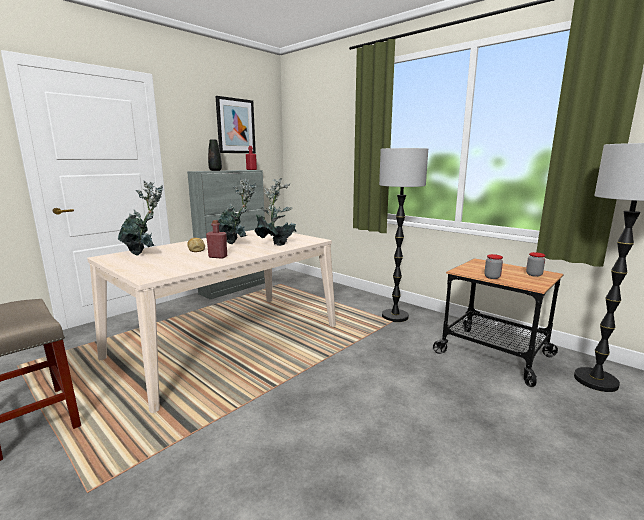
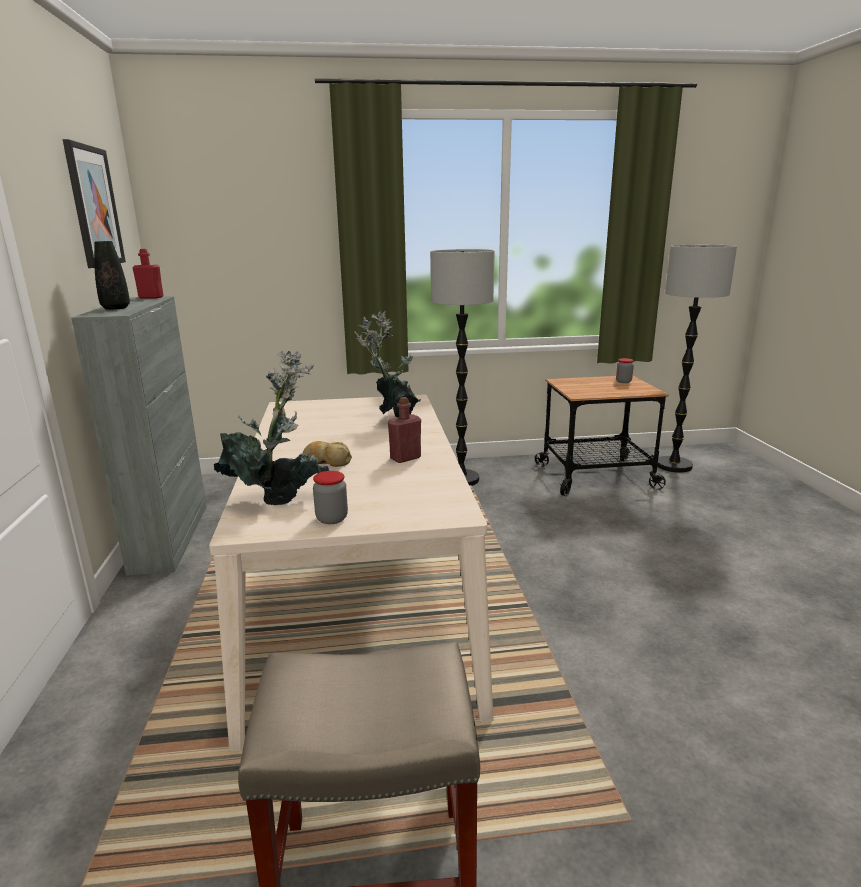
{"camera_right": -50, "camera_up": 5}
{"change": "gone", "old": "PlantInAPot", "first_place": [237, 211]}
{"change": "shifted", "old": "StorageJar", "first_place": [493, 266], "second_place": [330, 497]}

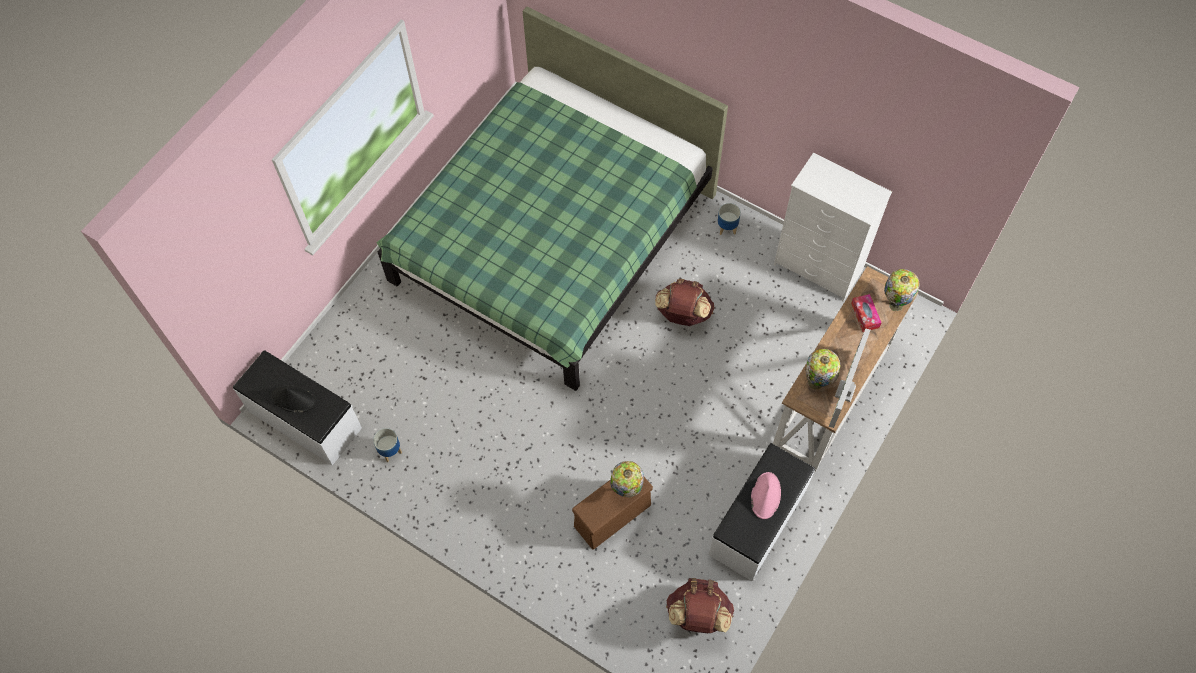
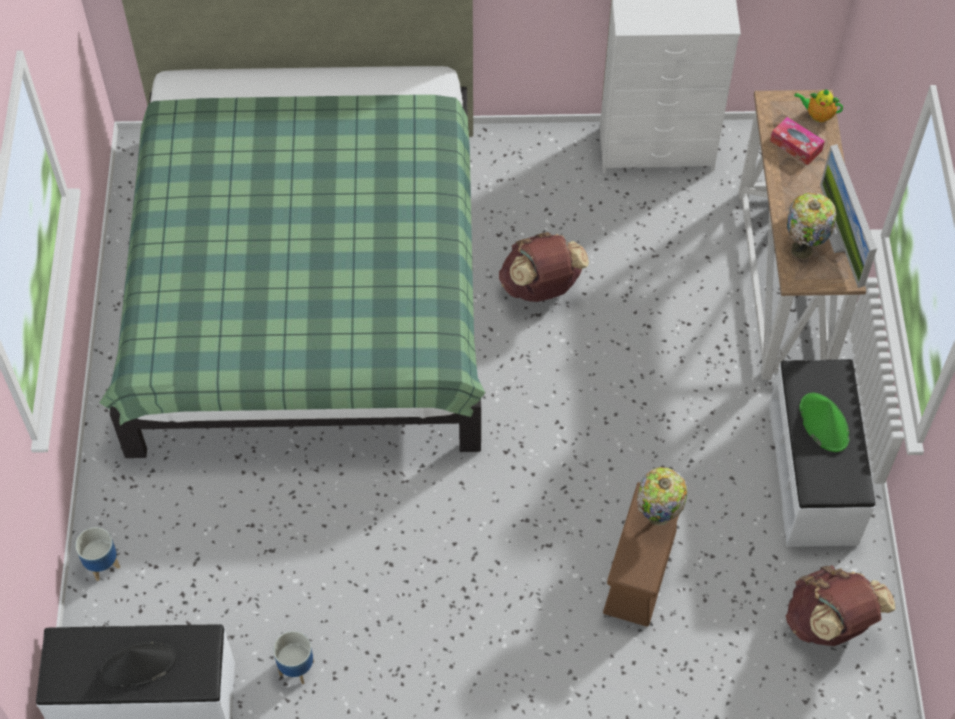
{"camera_right": -35, "camera_up": -5}
{"change": "shifted", "old": "Planter", "first_place": [729, 219], "second_place": [97, 554]}
{"change": "swapped", "old": "LampForATable", "new": "Teapot", "first_place": [902, 290], "second_place": [818, 105]}
{"change": "repainted", "old": "PinkColouredWearableHat", "new": "GreenWearableHat", "first_place": [766, 495], "second_place": [824, 422]}

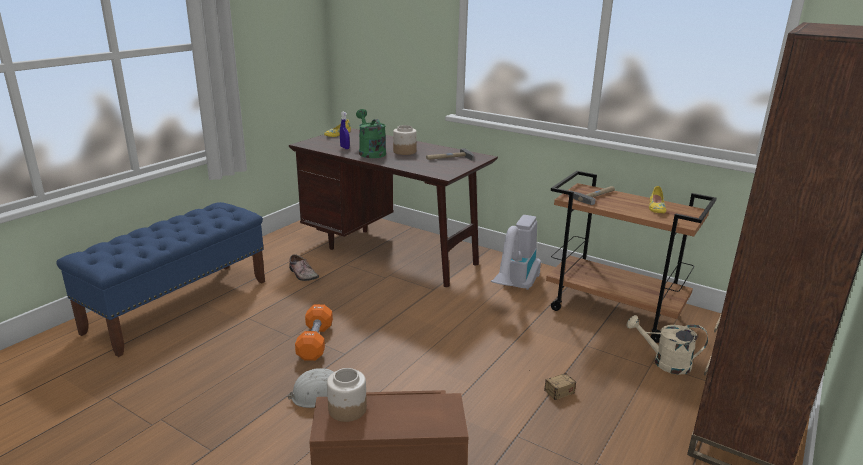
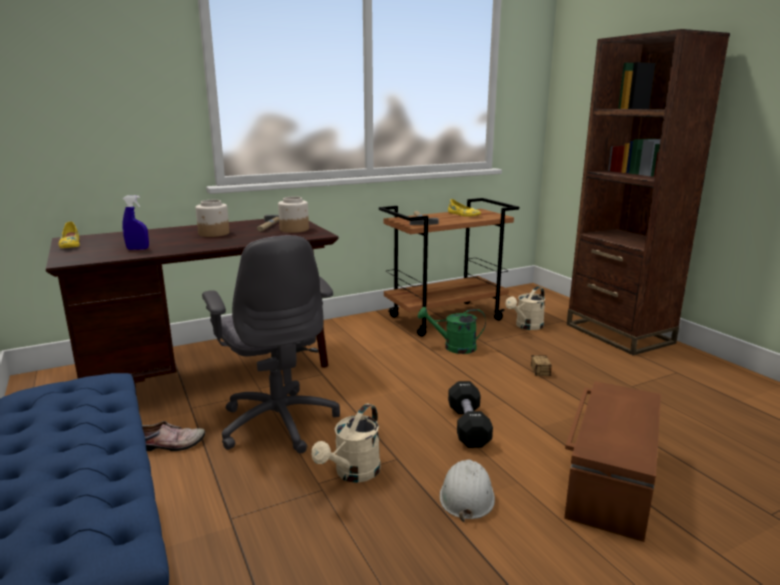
{"camera_right": -60, "camera_up": -5}
{"change": "shifted", "old": "GreenWateringCan", "first_place": [371, 133], "second_place": [452, 330]}
{"change": "gone", "old": "Hoover", "first_place": [516, 252]}
{"change": "swapped", "old": "OrangeyDumbbell", "new": "BeigeWateringCan", "first_place": [314, 332], "second_place": [346, 443]}
{"change": "shifted", "old": "StorageJar", "first_place": [347, 395], "second_place": [293, 215]}
{"change": "new", "new": "GreyishComputerChair", "second_place": [271, 344]}
{"change": "new", "new": "BlackDumbbell", "second_place": [470, 414]}

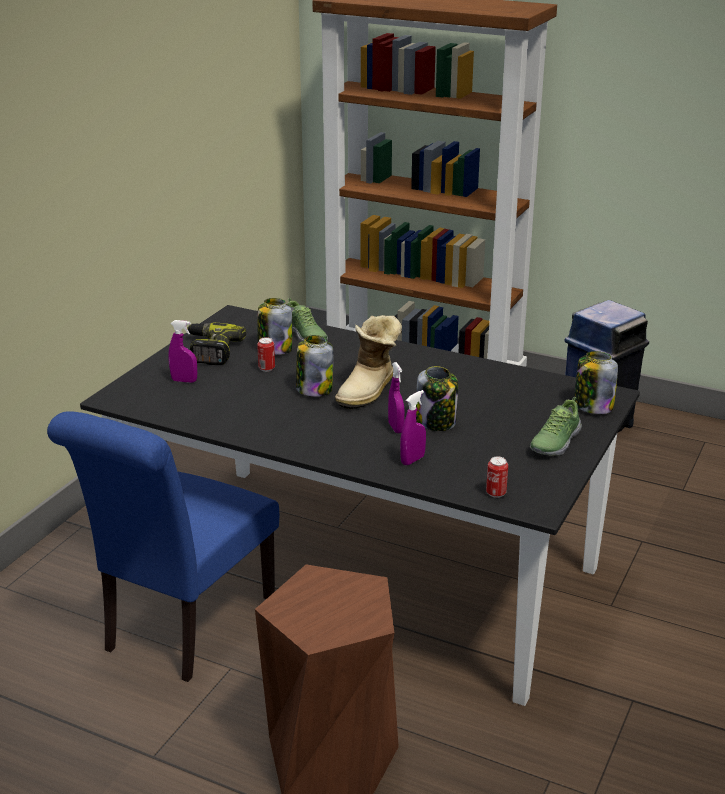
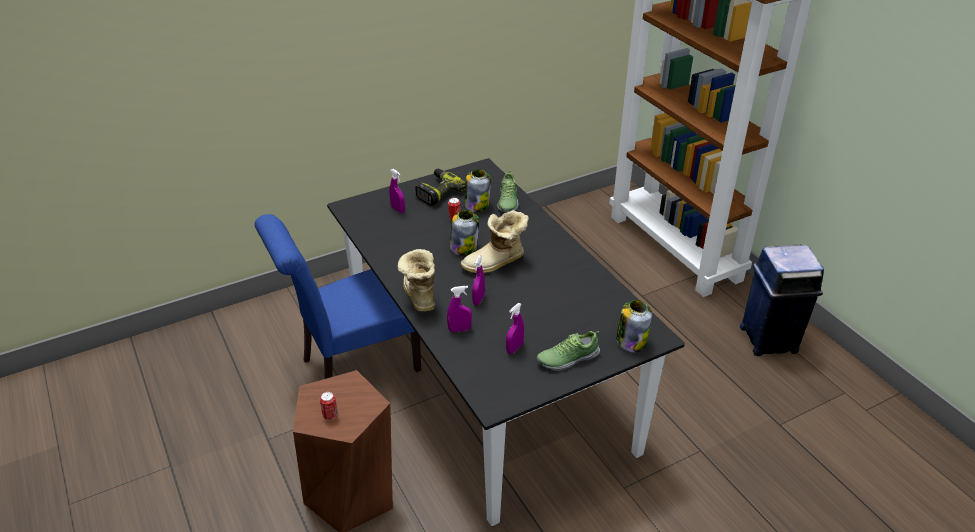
{"camera_right": 35, "camera_up": 10}
{"change": "gone", "old": "StorageJar", "first_place": [437, 398]}
{"change": "shifted", "old": "MetalCan", "first_place": [497, 477], "second_place": [329, 406]}
{"change": "new", "new": "TallBoot", "second_place": [416, 280]}
{"change": "new", "new": "PurpleHandSprayer", "second_place": [515, 328]}

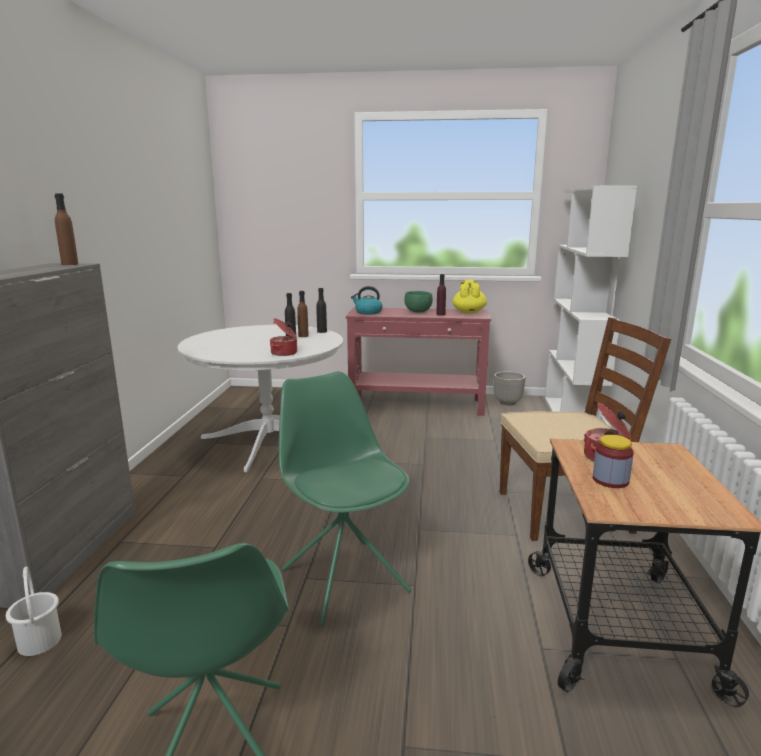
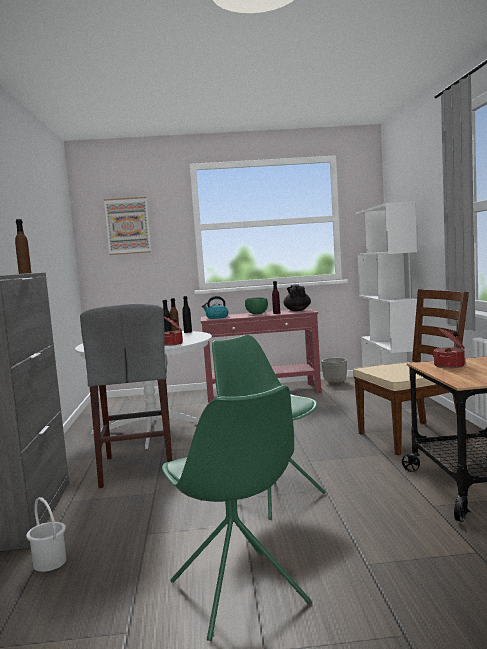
{"camera_right": -10, "camera_up": -10}
{"change": "repainted", "old": "YellowishTeapot", "new": "BlackTeapot", "first_place": [470, 296], "second_place": [297, 297]}
{"change": "gone", "old": "StorageJar", "first_place": [613, 461]}
{"change": "new", "new": "Picture", "second_place": [127, 226]}
{"change": "new", "new": "GreyishStool", "second_place": [126, 396]}

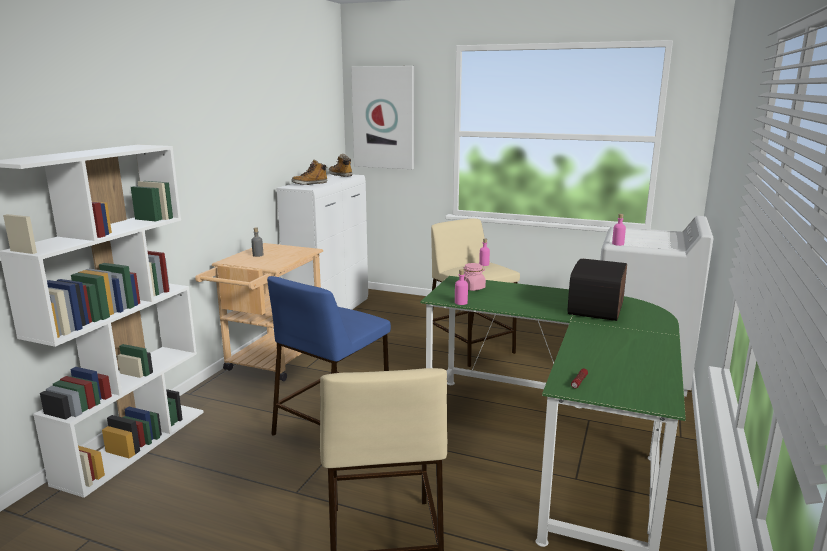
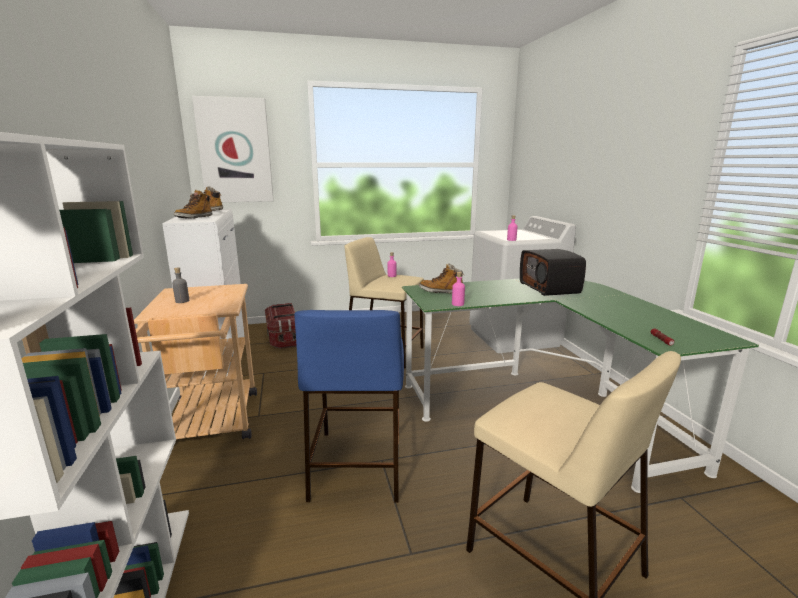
{"camera_right": -35, "camera_up": 0}
{"change": "swapped", "old": "PinkColouredStorageJar", "new": "TallBoot", "first_place": [475, 277], "second_place": [442, 278]}
{"change": "new", "new": "StorageContainer", "second_place": [281, 326]}

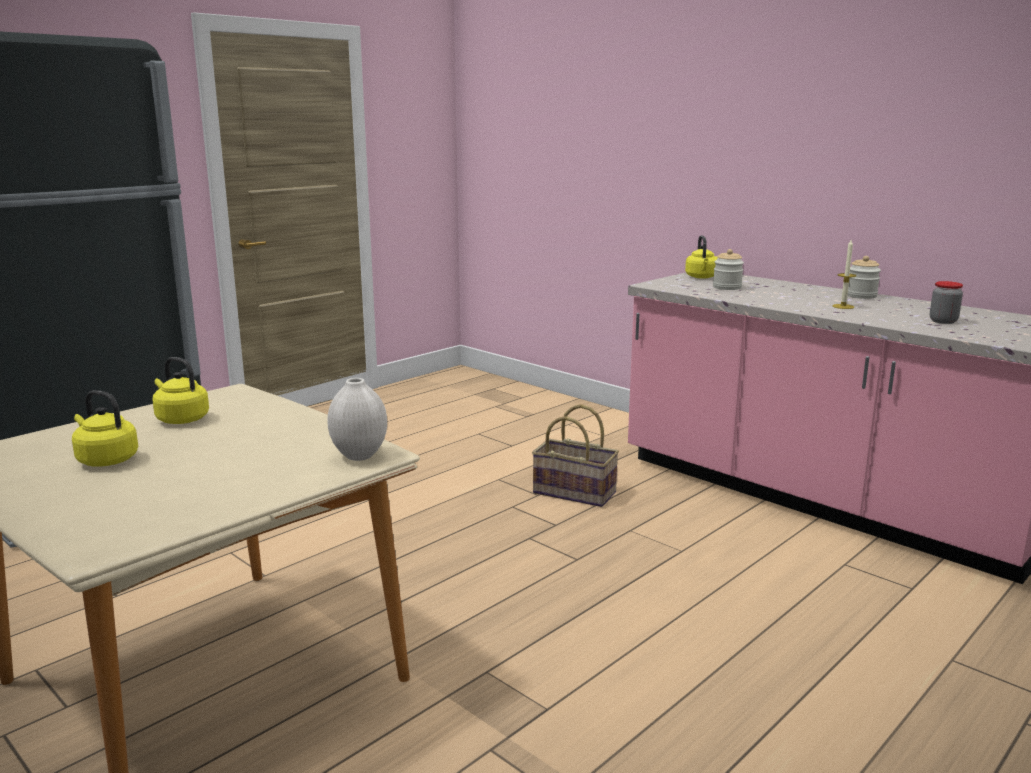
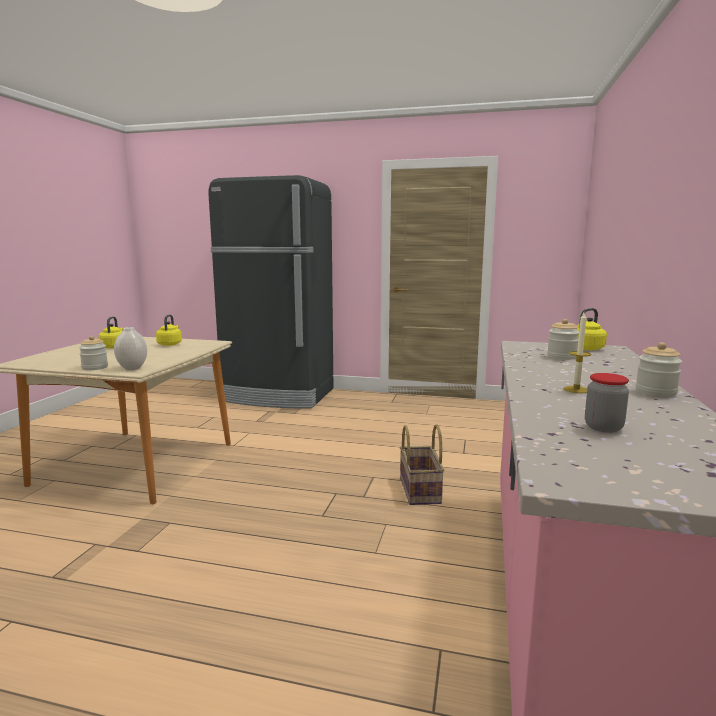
{"camera_right": 60, "camera_up": -5}
{"change": "new", "new": "StorageJar", "second_place": [93, 353]}

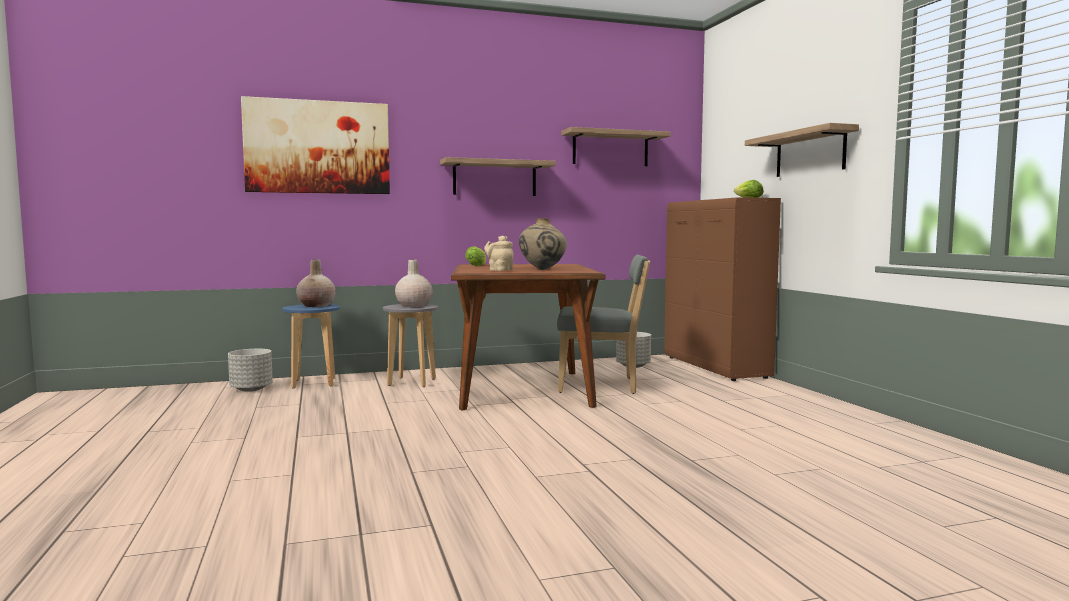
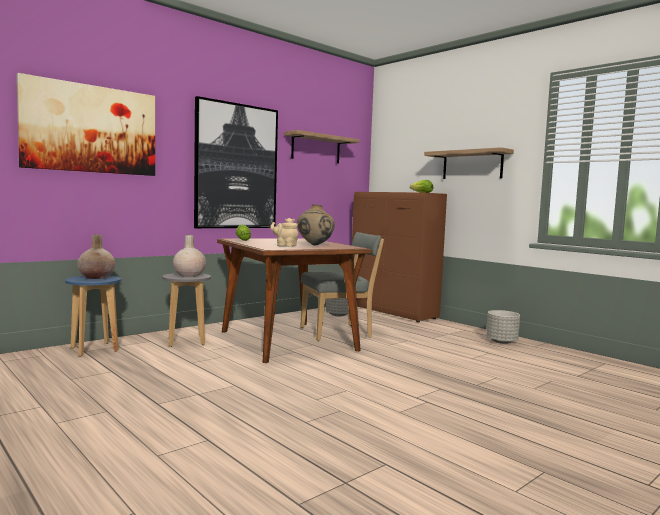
{"camera_right": -25, "camera_up": 0}
{"change": "swapped", "old": "BracketShelf", "new": "Picture", "first_place": [498, 176], "second_place": [236, 162]}
{"change": "shifted", "old": "GreyishPlanter", "first_place": [250, 370], "second_place": [503, 327]}

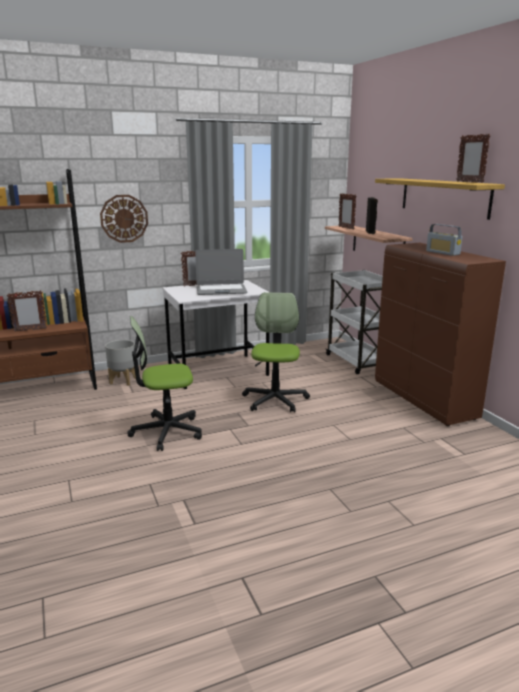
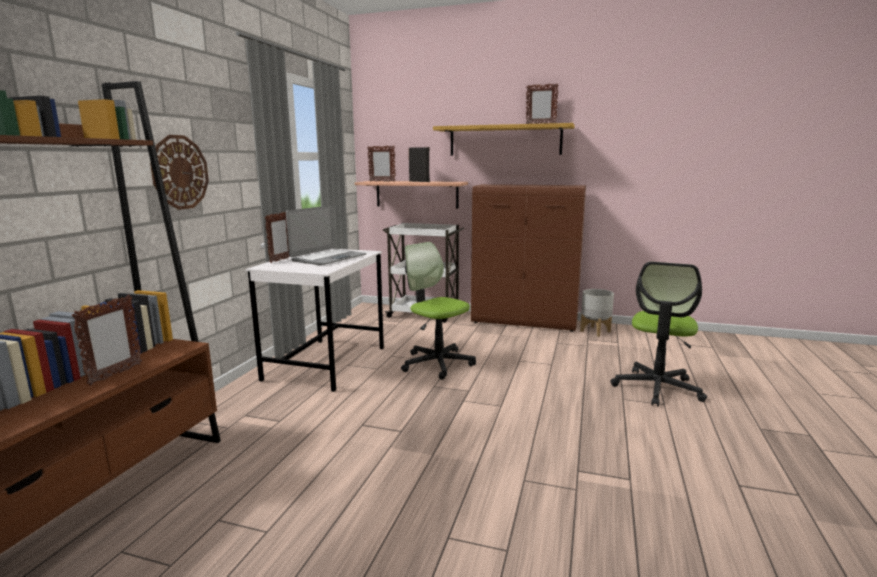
{"camera_right": -50, "camera_up": -5}
{"change": "gone", "old": "RadioReceiver", "first_place": [444, 240]}
{"change": "shifted", "old": "ComputerChair", "first_place": [164, 383], "second_place": [659, 334]}
{"change": "shifted", "old": "GreyishPlanter", "first_place": [120, 363], "second_place": [597, 313]}

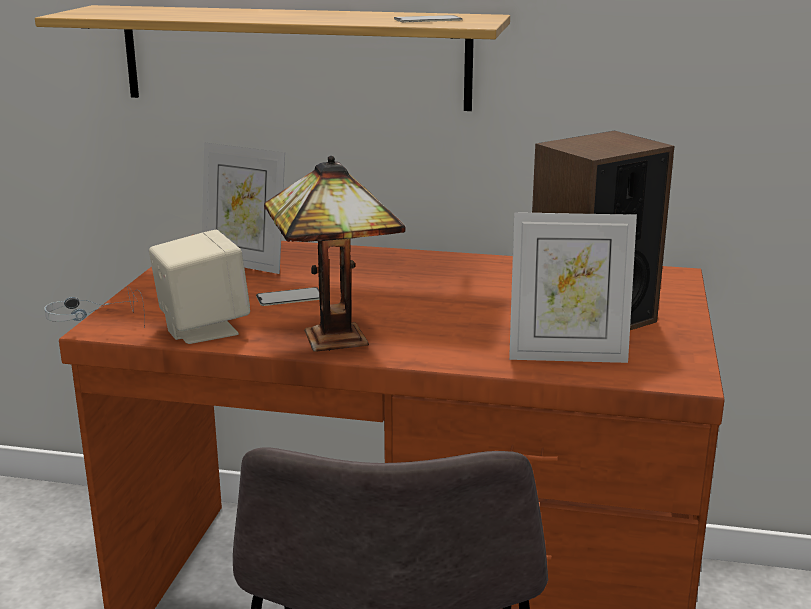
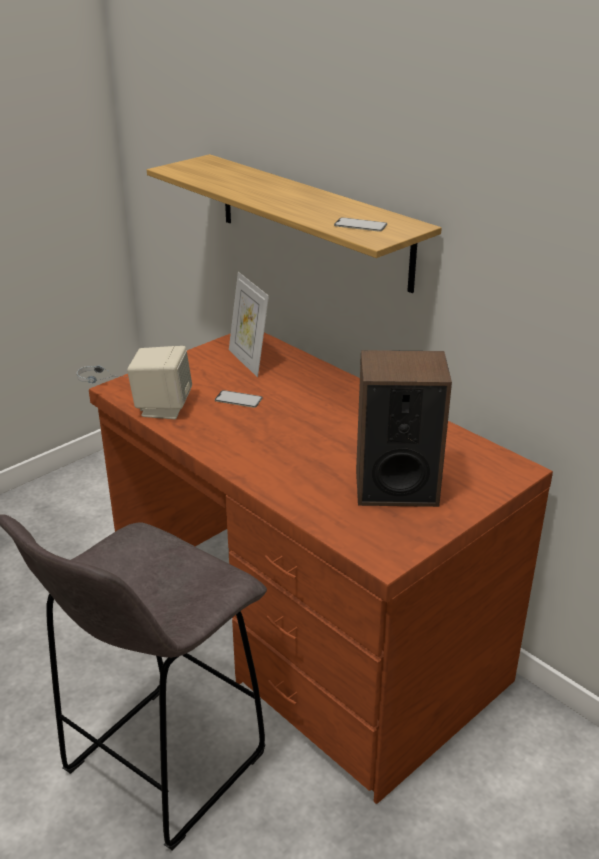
{"camera_right": 35, "camera_up": 10}
{"change": "gone", "old": "LampForATable", "first_place": [335, 254]}
{"change": "gone", "old": "StandingFrame", "first_place": [573, 287]}

